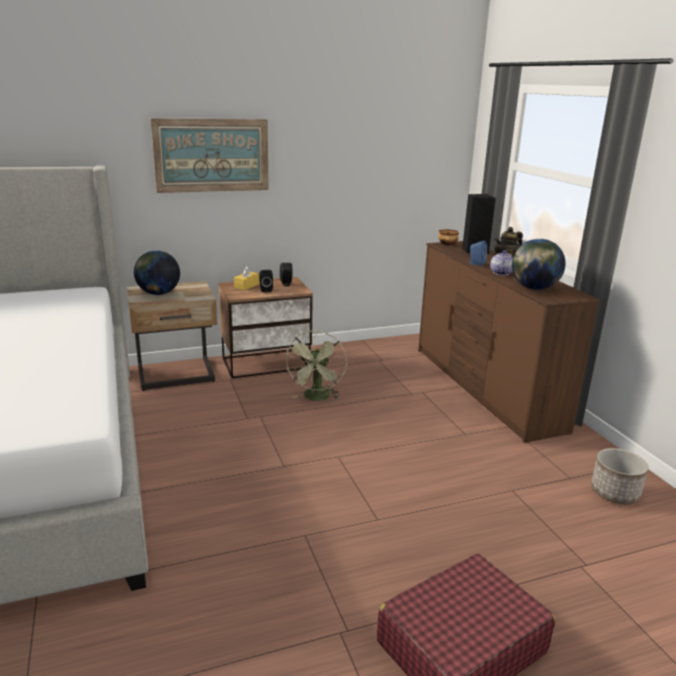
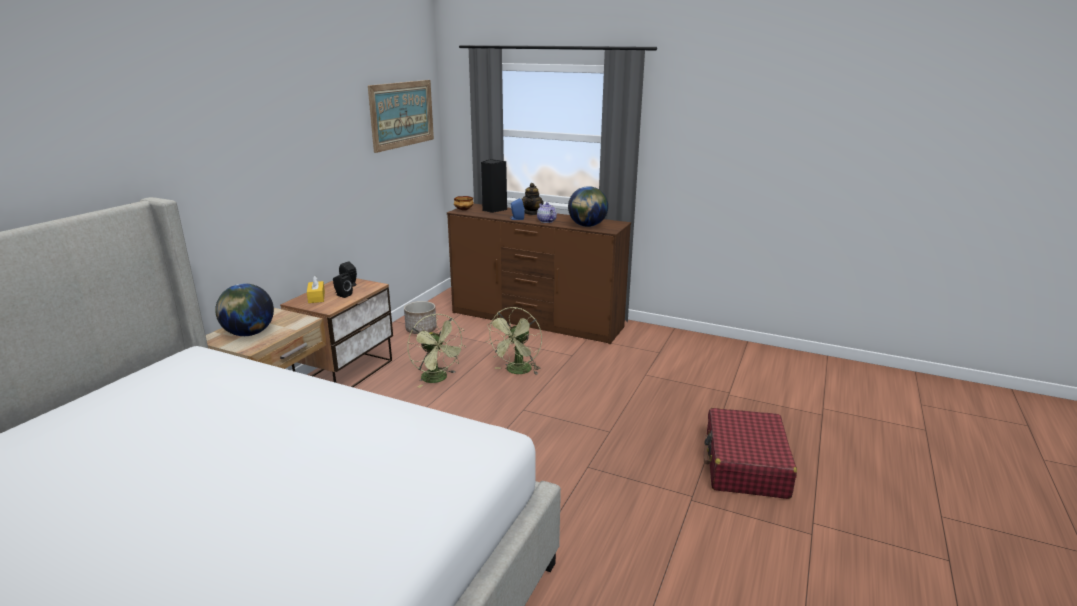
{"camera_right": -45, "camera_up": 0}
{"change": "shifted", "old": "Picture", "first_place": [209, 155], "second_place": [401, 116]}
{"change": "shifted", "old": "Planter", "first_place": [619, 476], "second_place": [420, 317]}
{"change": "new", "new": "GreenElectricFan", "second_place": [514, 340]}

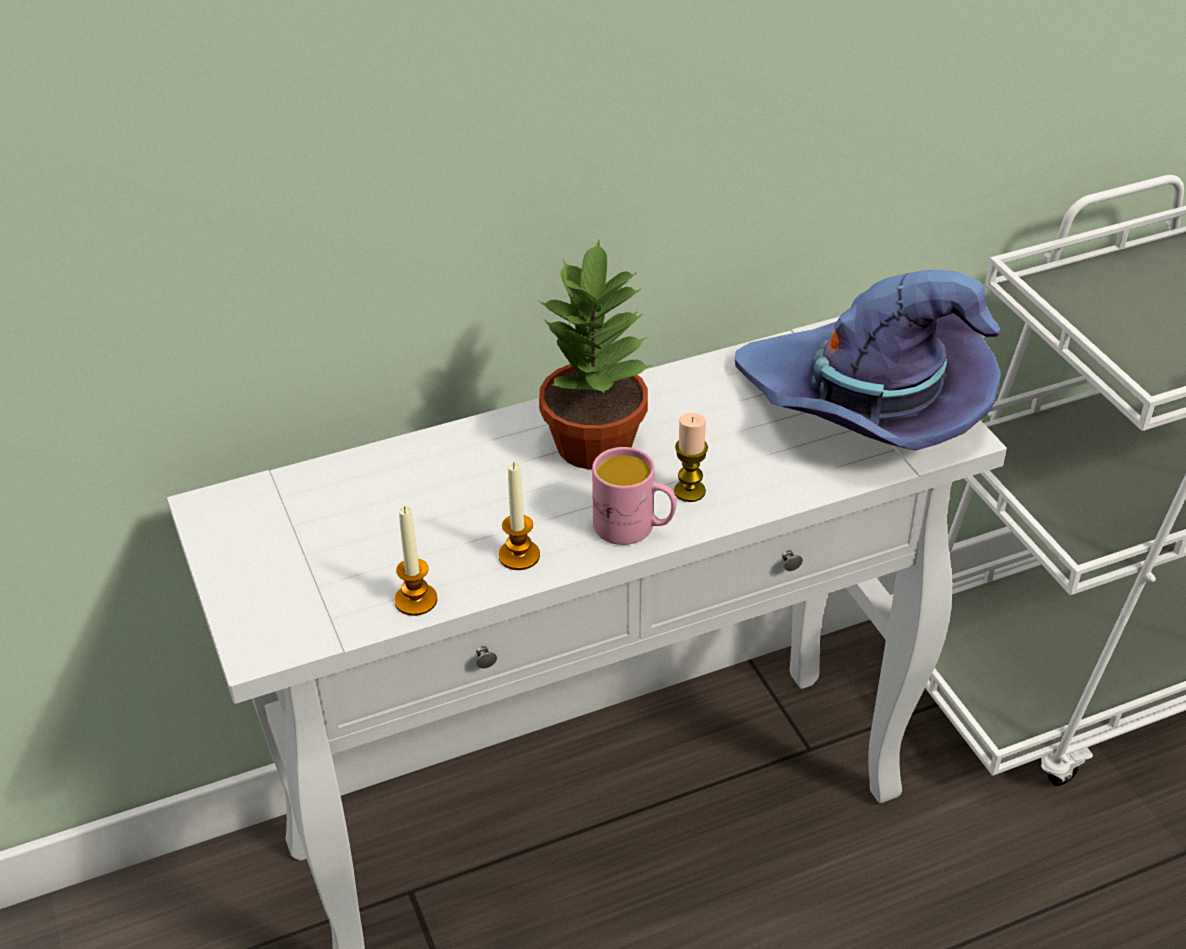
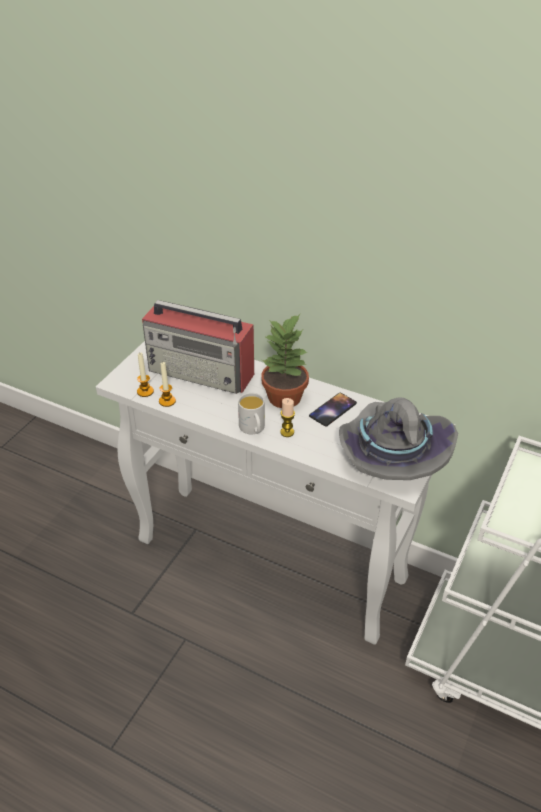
{"camera_right": 50, "camera_up": 0}
{"change": "repainted", "old": "PurpleWearableHat", "new": "GreyishWearableHat", "first_place": [868, 360], "second_place": [398, 438]}
{"change": "repainted", "old": "PinkColouredTeaMug", "new": "WhiteTeaMug", "first_place": [634, 496], "second_place": [251, 413]}
{"change": "shifted", "old": "WaxLight", "first_place": [519, 516], "second_place": [145, 375]}
{"change": "new", "new": "RadioReceiver", "second_place": [198, 347]}
{"change": "new", "new": "Telephone", "second_place": [333, 410]}

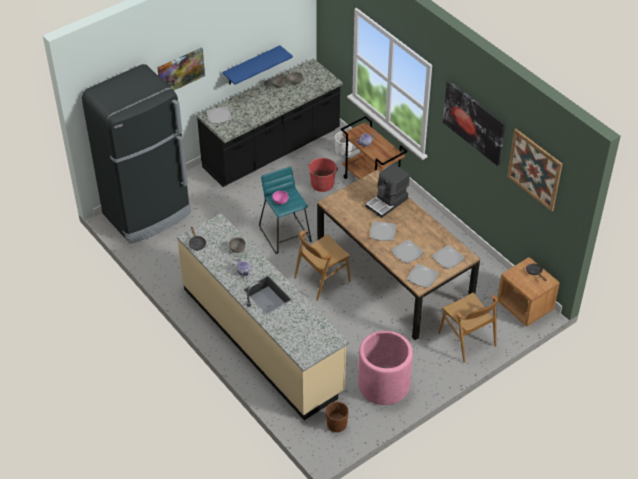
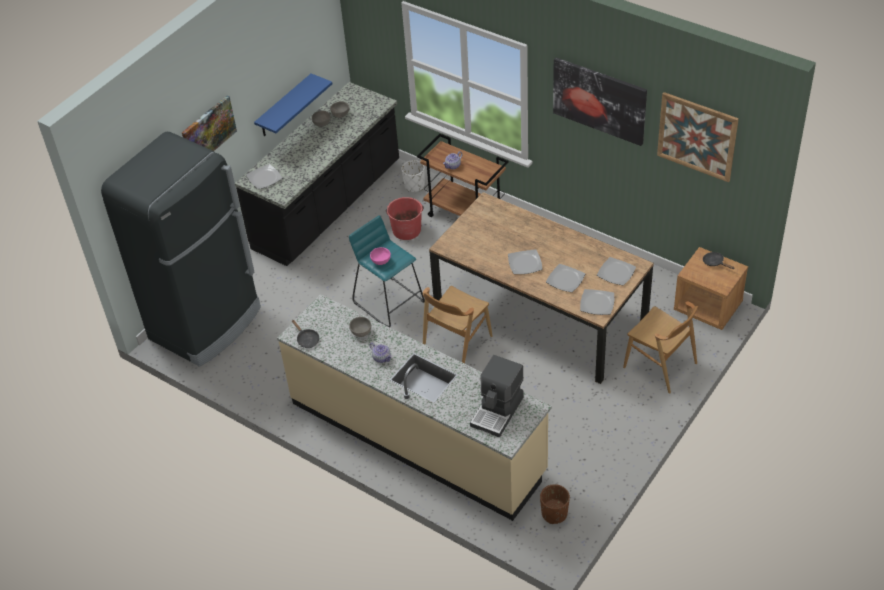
{"camera_right": -15, "camera_up": 0}
{"change": "shifted", "old": "CoffeeMachine", "first_place": [387, 190], "second_place": [497, 396]}
{"change": "gone", "old": "PinkColouredPlanter", "first_place": [385, 368]}

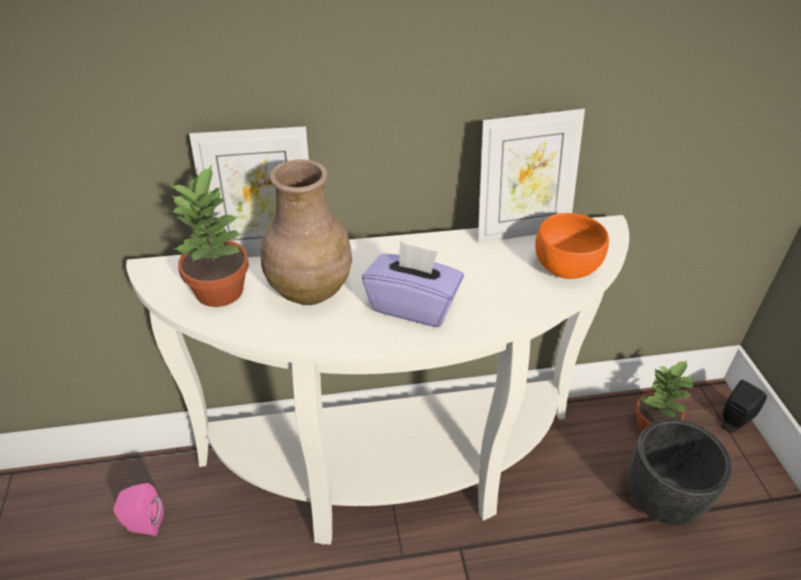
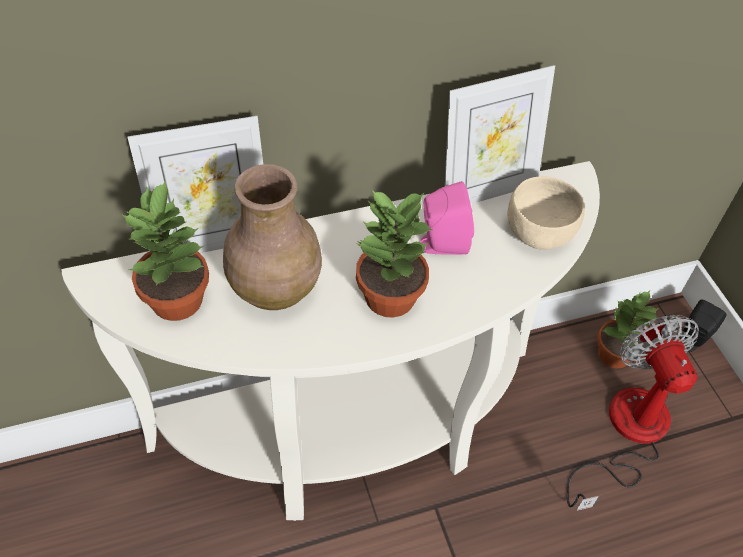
{"camera_right": -10, "camera_up": 10}
{"change": "repainted", "old": "OrangeyBowl", "new": "BeigeBowl", "first_place": [572, 246], "second_place": [546, 213]}
{"change": "swapped", "old": "PurpleTissueBox", "new": "PlantInAPot", "first_place": [413, 284], "second_place": [394, 253]}
{"change": "swapped", "old": "BlackPlanter", "new": "ElectricFan", "first_place": [680, 472], "second_place": [632, 413]}
{"change": "shifted", "old": "PinkColouredAudioSpeaker", "first_place": [138, 509], "second_place": [447, 218]}

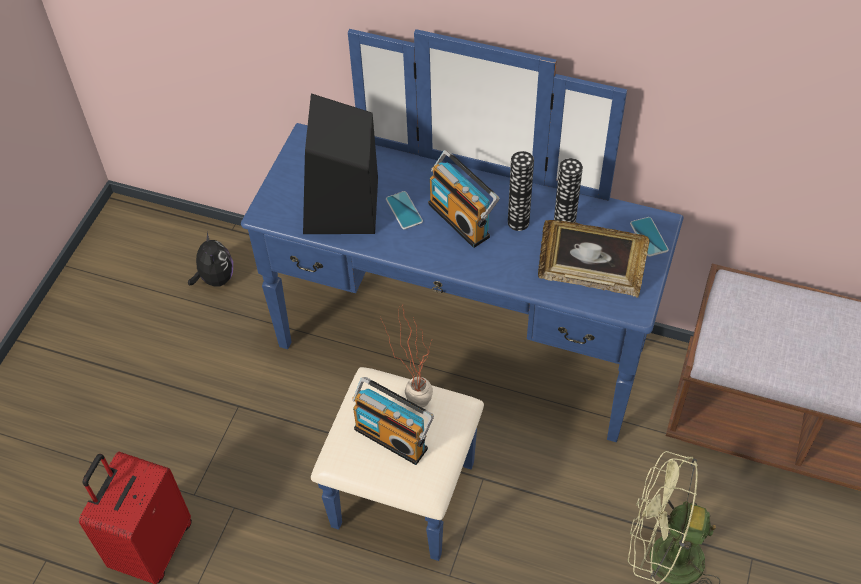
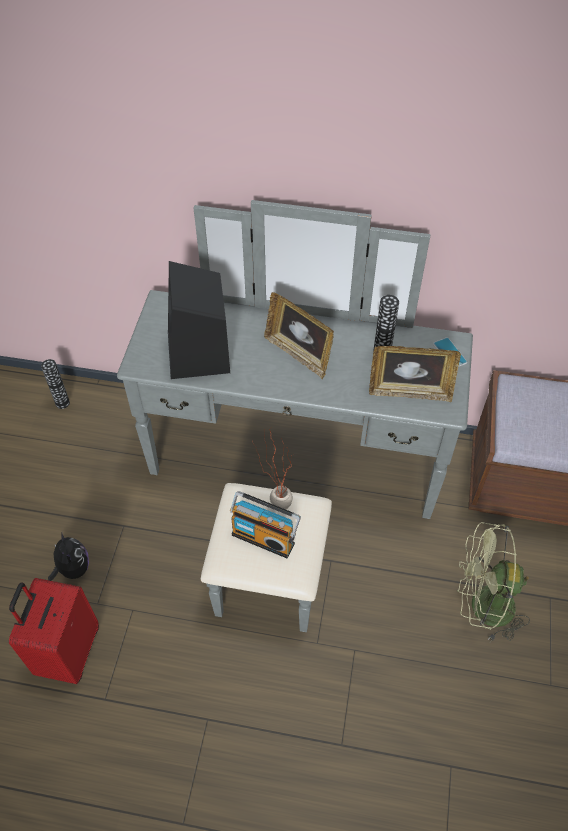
{"camera_right": -10, "camera_up": 0}
{"change": "repainted", "old": "BlueChestOfDrawers", "new": "GreyishChestOfDrawers", "first_place": [462, 295], "second_place": [295, 416]}
{"change": "swapped", "old": "RadioReceiver", "new": "StandingFrame", "first_place": [464, 199], "second_place": [299, 335]}
{"change": "shifted", "old": "Vase", "first_place": [521, 191], "second_place": [55, 384]}
{"change": "gone", "old": "Telephone", "first_place": [404, 210]}
{"change": "shifted", "old": "SoftToy", "first_place": [210, 259], "second_place": [68, 557]}

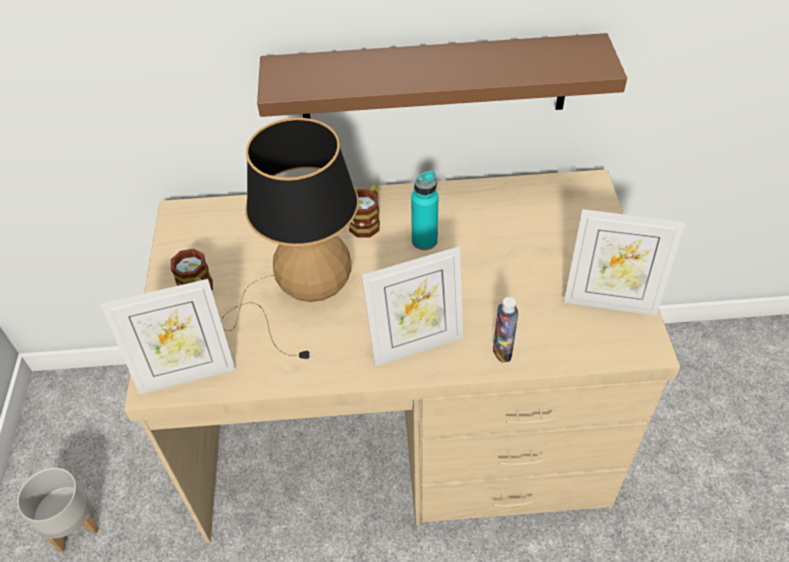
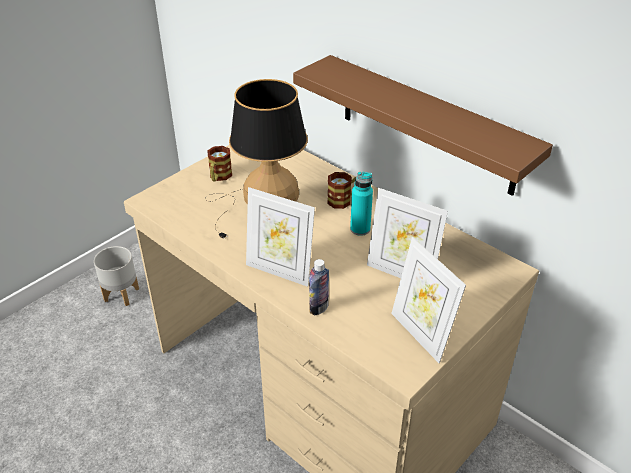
{"camera_right": 45, "camera_up": -10}
{"change": "shifted", "old": "StandingFrame", "first_place": [167, 336], "second_place": [407, 233]}

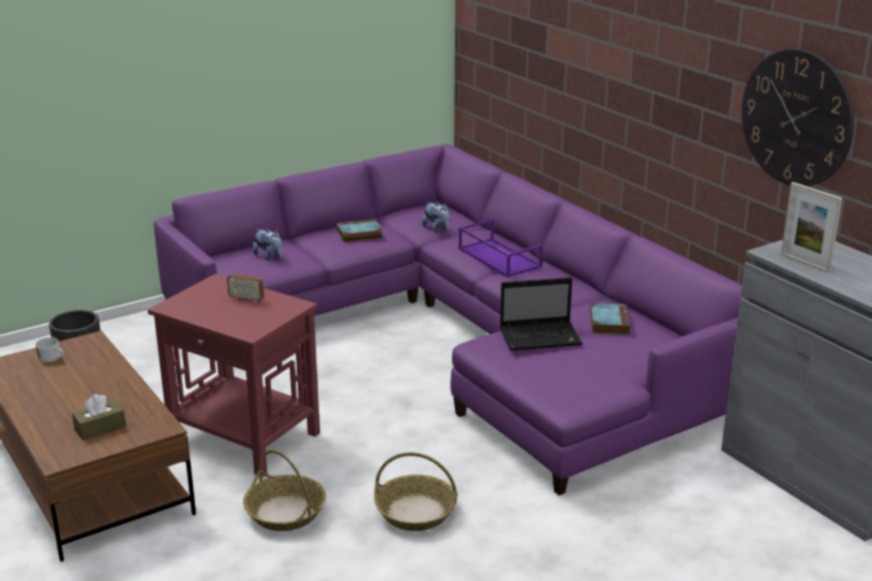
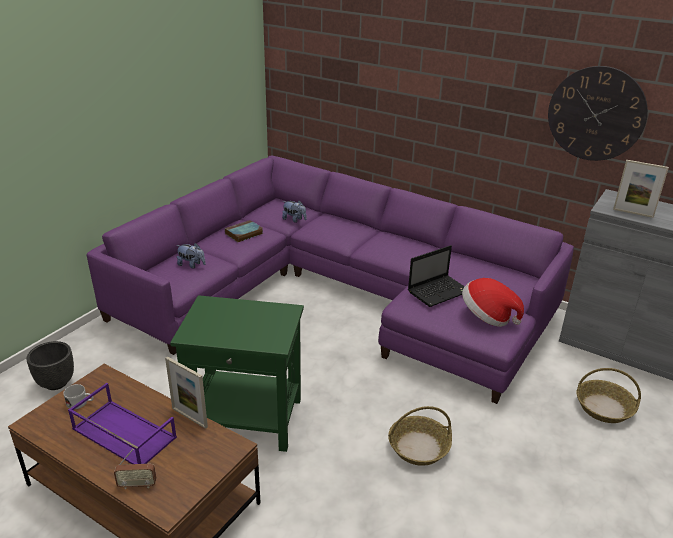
{"camera_right": -25, "camera_up": 5}
{"change": "shifted", "old": "PurpleTray", "first_place": [501, 248], "second_place": [122, 423]}
{"change": "shifted", "old": "RadioReceiver", "first_place": [245, 280], "second_place": [135, 469]}
{"change": "repainted", "old": "RedEndTable", "new": "GreenEndTable", "first_place": [234, 375], "second_place": [237, 373]}
{"change": "gone", "old": "BoundBook", "first_place": [610, 319]}
{"change": "gone", "old": "BrownishTissueBox", "first_place": [99, 417]}
{"change": "shifted", "old": "StorageBasket", "first_place": [284, 490], "second_place": [609, 395]}
{"change": "new", "new": "WearableHat", "second_place": [493, 302]}
{"change": "new", "new": "StandingFrame", "second_place": [186, 392]}

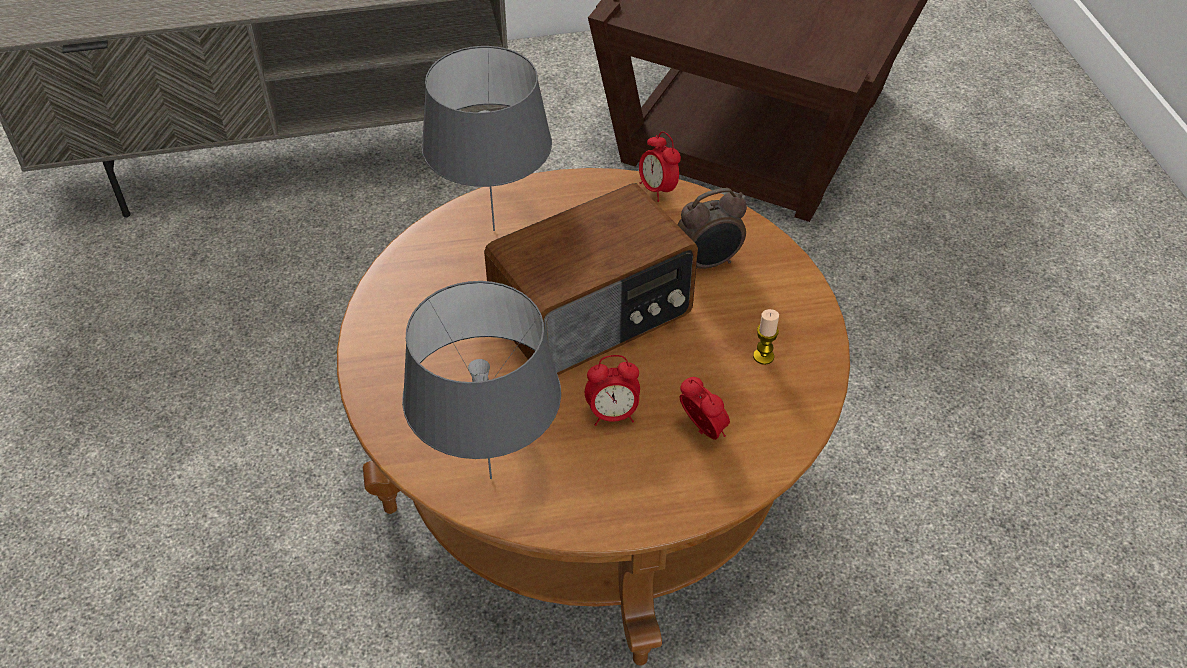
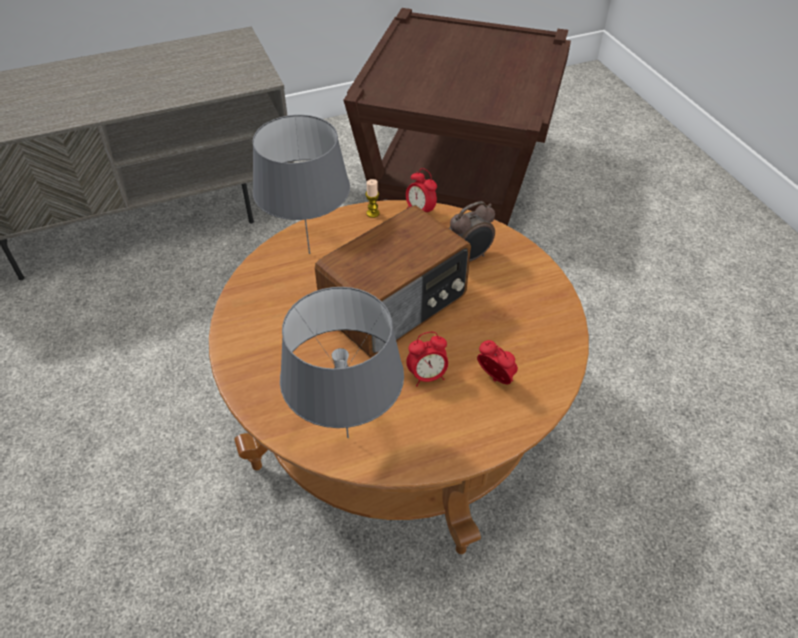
{"camera_right": -10, "camera_up": 0}
{"change": "shifted", "old": "WaxLight", "first_place": [766, 337], "second_place": [373, 198]}

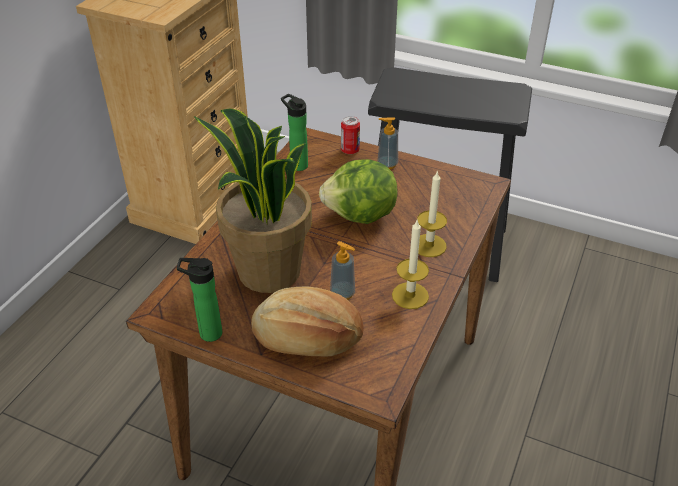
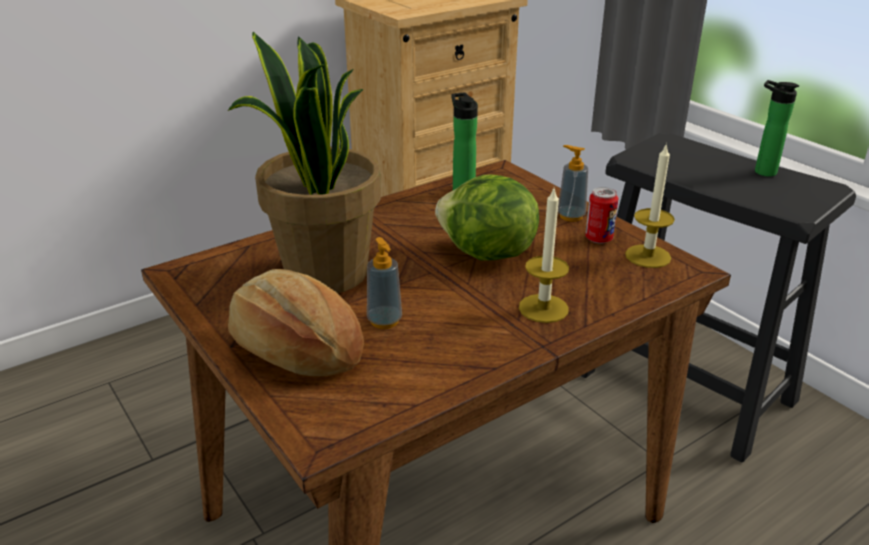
{"camera_right": 30, "camera_up": -10}
{"change": "shifted", "old": "MetalCan", "first_place": [350, 135], "second_place": [601, 215]}
{"change": "shifted", "old": "WaxLight", "first_place": [410, 264], "second_place": [650, 205]}
{"change": "shifted", "old": "DrinkBottle", "first_place": [199, 300], "second_place": [777, 128]}

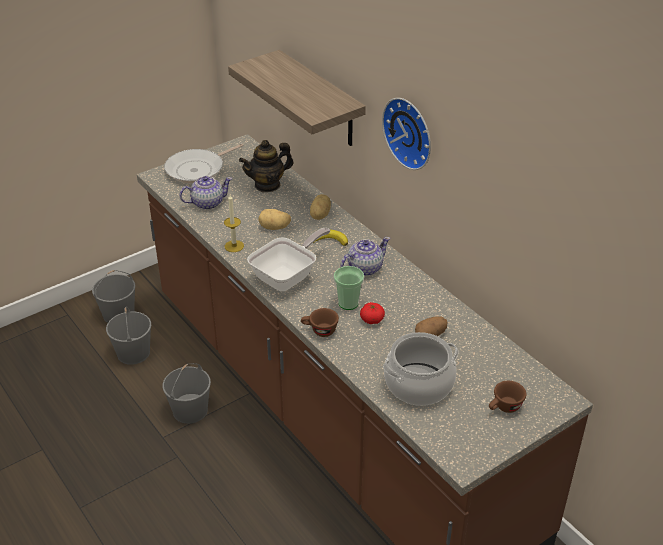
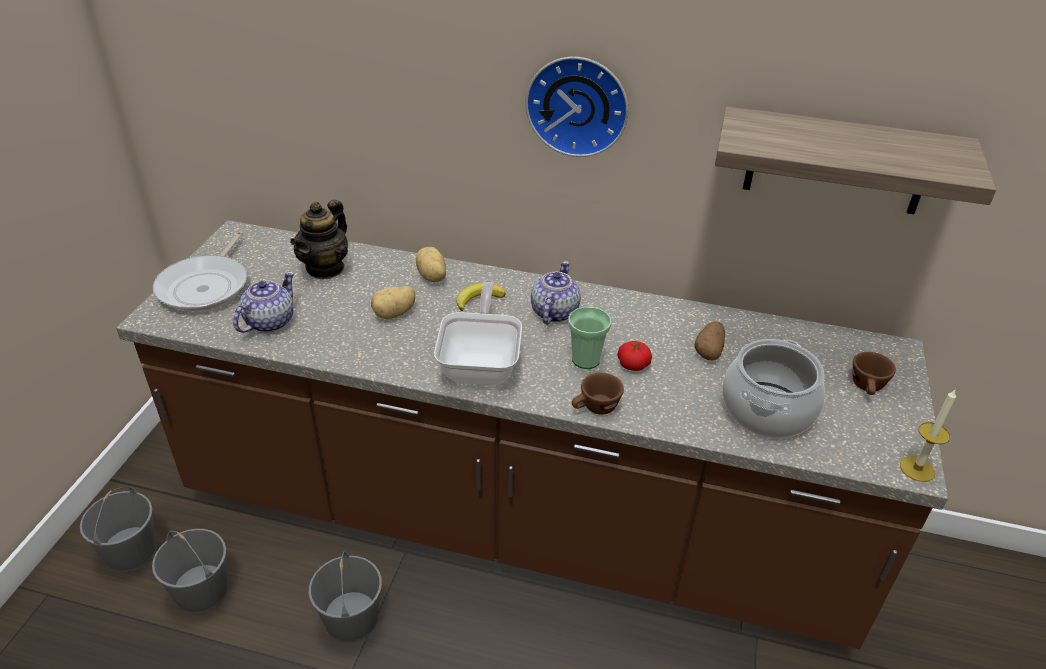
{"camera_right": -40, "camera_up": 0}
{"change": "shifted", "old": "BracketShelf", "first_place": [297, 98], "second_place": [855, 160]}
{"change": "shifted", "old": "WaxLight", "first_place": [234, 223], "second_place": [928, 436]}

